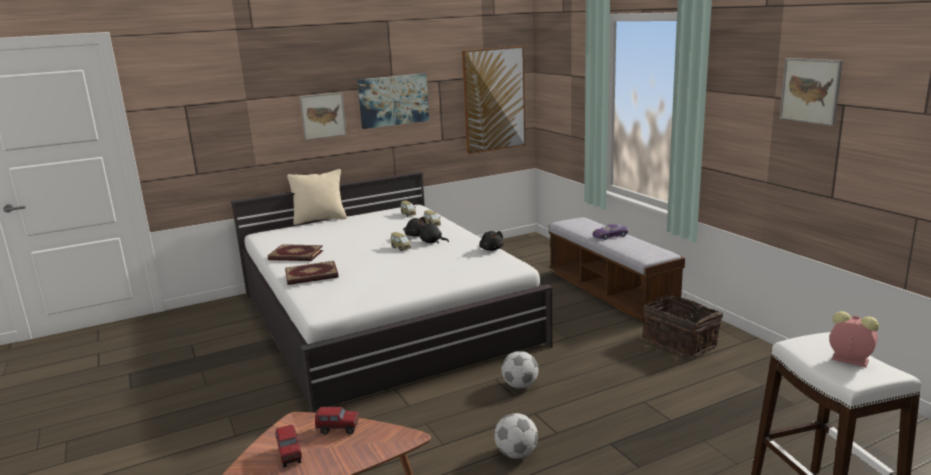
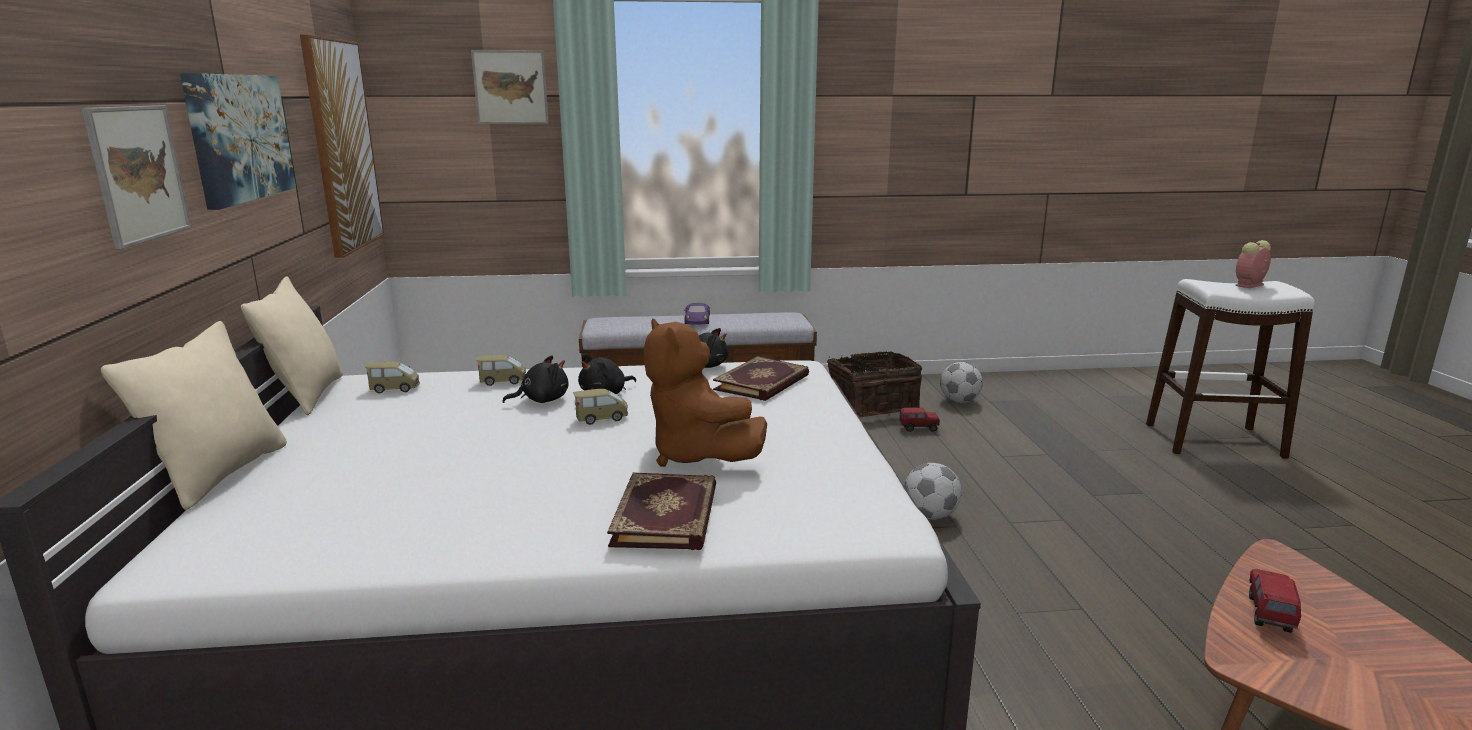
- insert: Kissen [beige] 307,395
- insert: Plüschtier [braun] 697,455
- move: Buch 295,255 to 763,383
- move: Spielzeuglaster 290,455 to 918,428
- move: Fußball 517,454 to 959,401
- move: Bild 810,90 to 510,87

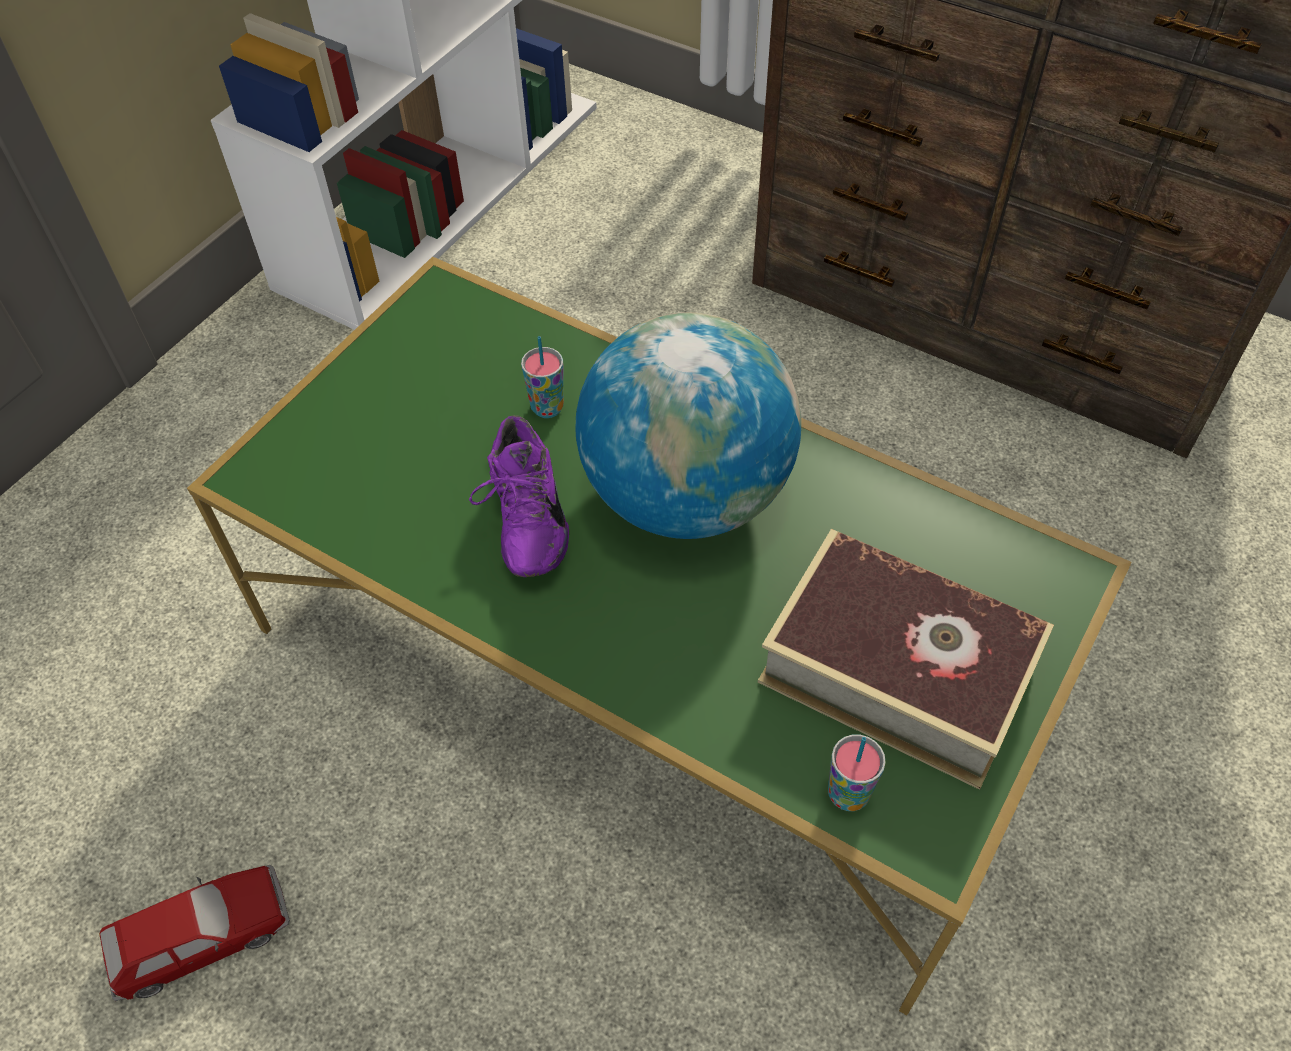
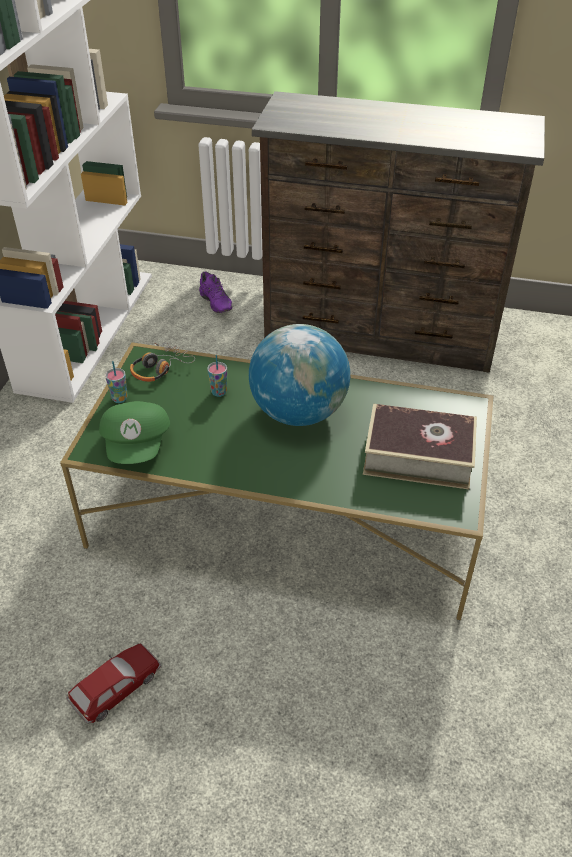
- insert: Kappe [grün] 138,445
- insert: Kopfhörer 159,368
- move: Schuh [lila] 523,521 to 214,304
- move: Tasse 848,794 to 119,398

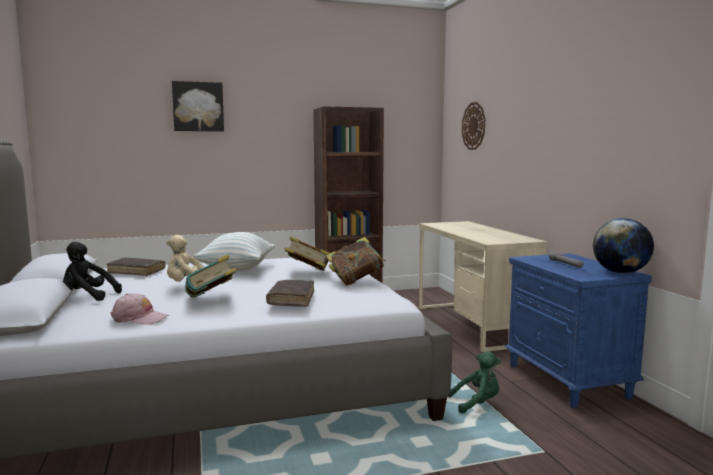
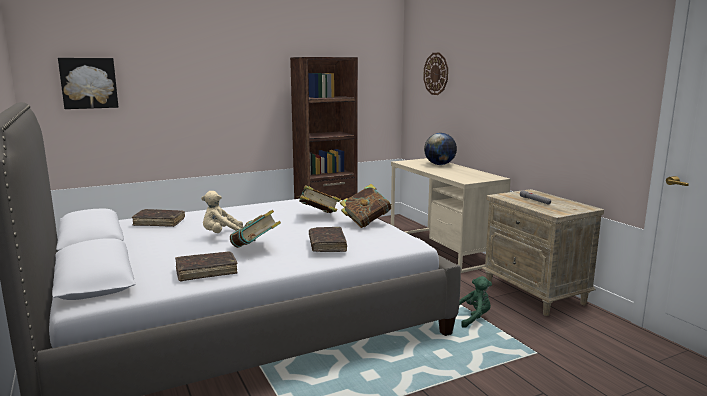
- delete: Plüschtier [schwarz] 87,297
- delete: Kissen 237,269
- move: Bild 198,106 to 89,83
- move: Globus 620,272 to 439,164
- replace: Kappe [rosa] 139,318 to Buch [braun] 206,271
- recolor: Nachttisch [blau] 568,381 to Nachttisch [beige] 535,294

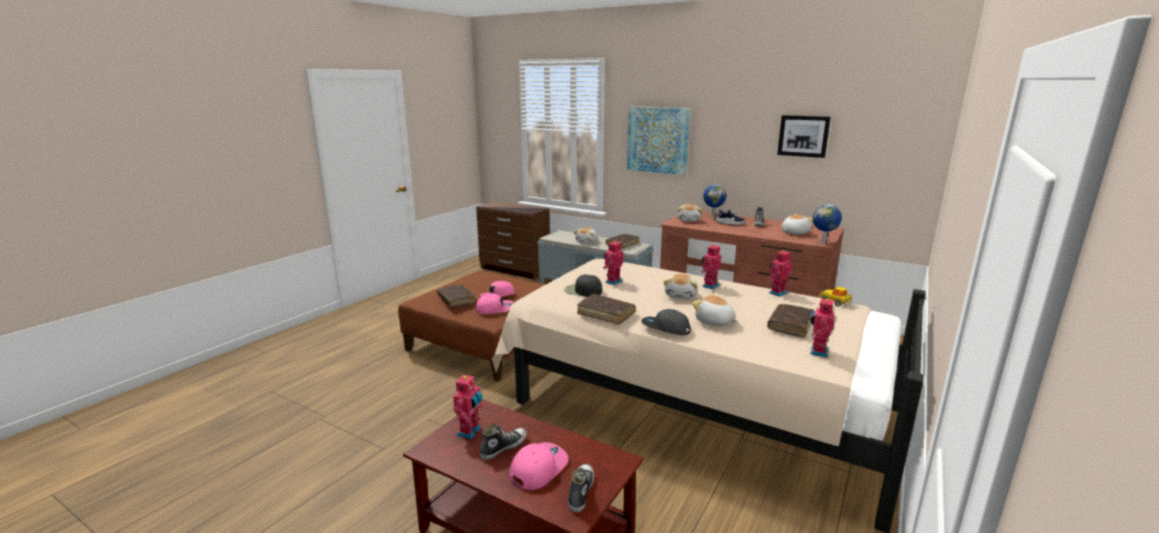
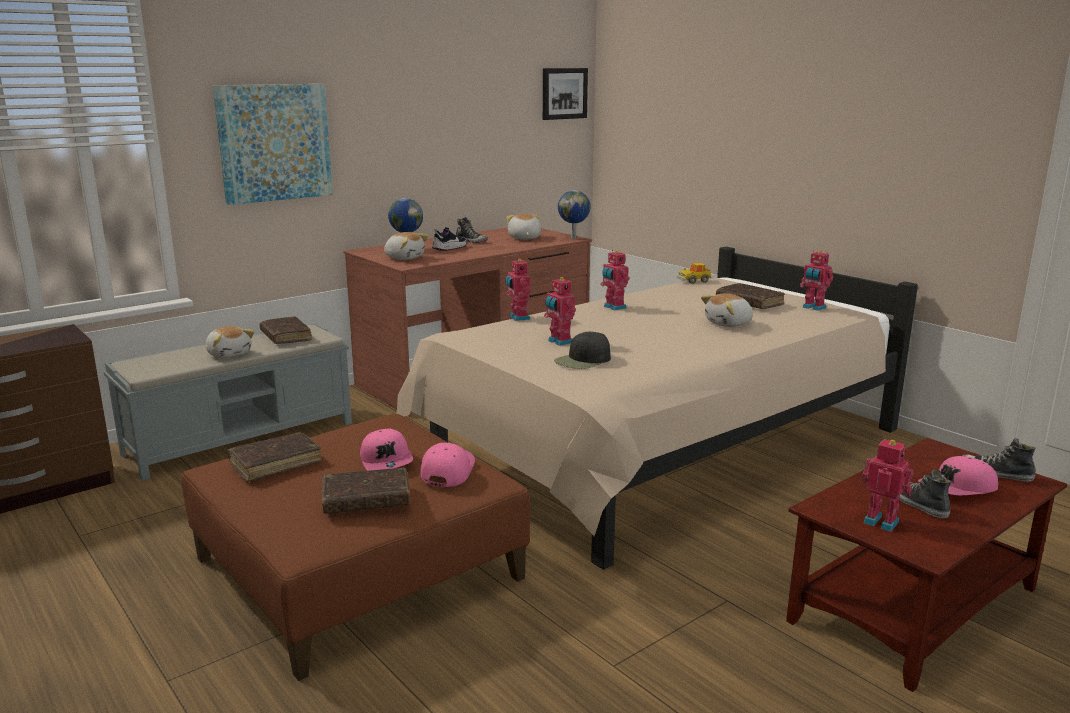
- delete: Kappe [grau] 665,328
- delete: Plüschtier 681,295
- move: Buch [braun] 606,314 to 275,464
- move: Spielzeugroboter 777,293 to 518,318
- move: Bild 803,136 to 564,93
- rotate: Kappe [rosa] 538,468 = 958,489 75 degrees counterclockwise

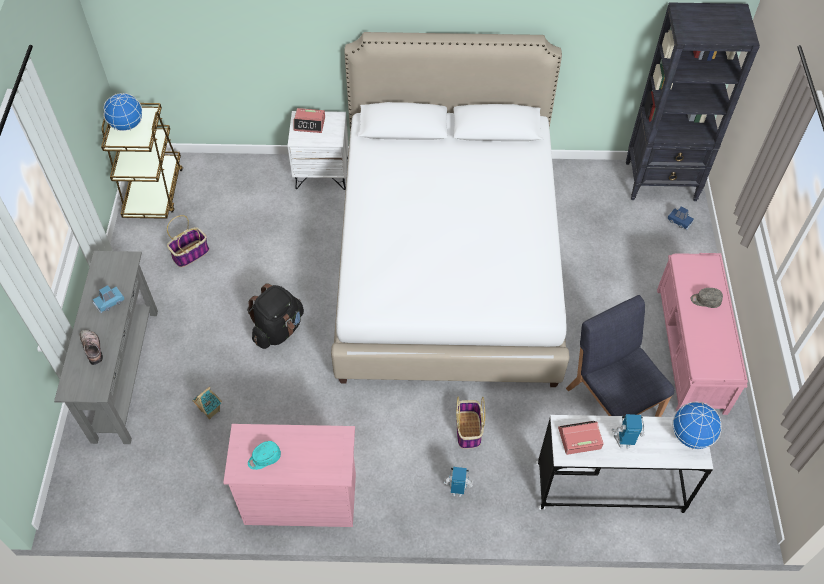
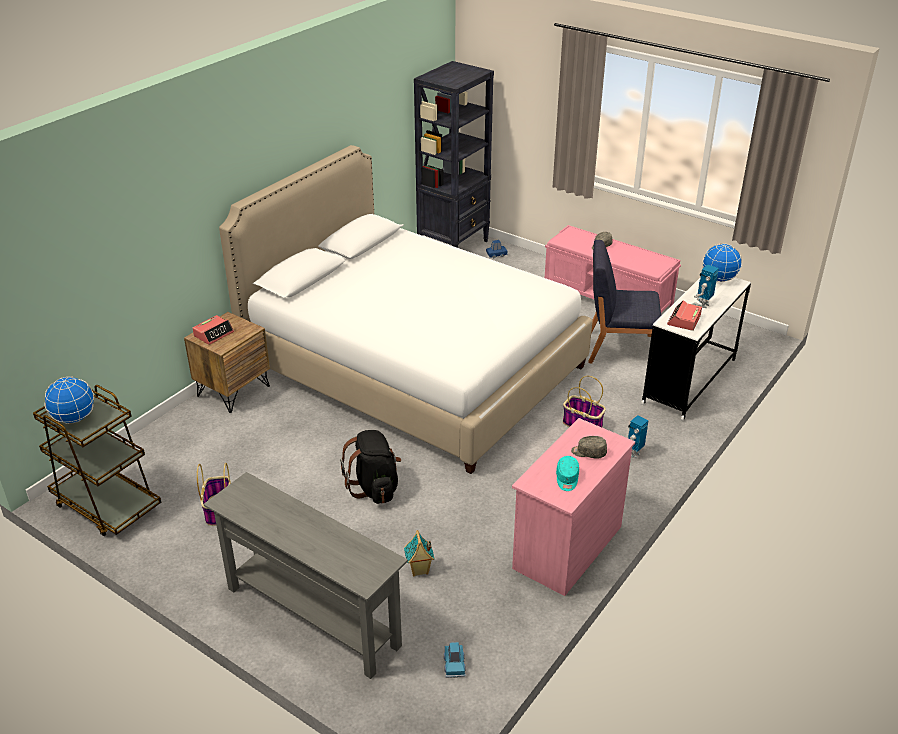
- delete: Schuh 93,348
- insert: Kappe [grau] 588,452
- move: Spielzeugauto [blau] 109,302 to 454,664
- recolor: Nachttisch [weiß] 322,173 to Nachttisch [braun] 233,391

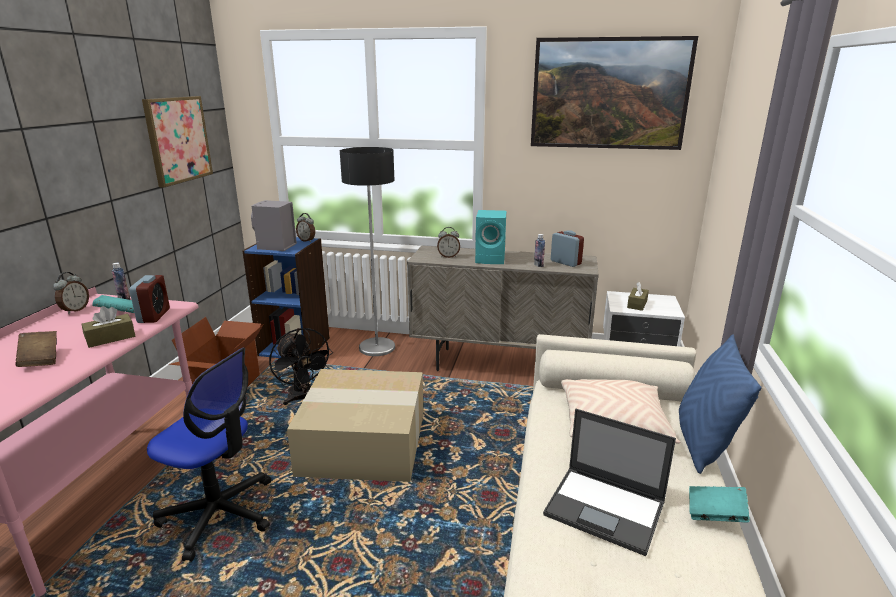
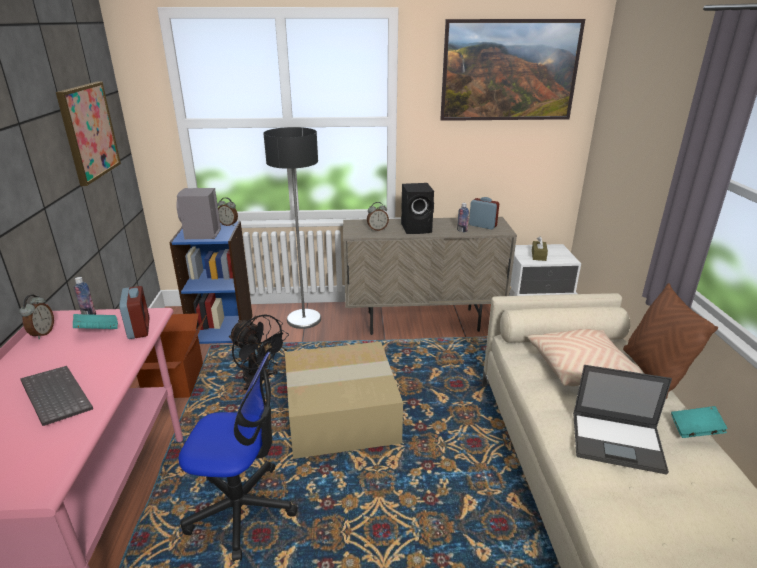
- delete: Taschentuchbox [braun] 110,338
- replace: Buch [braun] 40,359 to Tastatur 54,396
- recolor: Lautsprecher [türkis] 491,259 to Lautsprecher [schwarz] 417,228
- recolor: Kissen [blau] 703,443 to Kissen [braun] 653,373

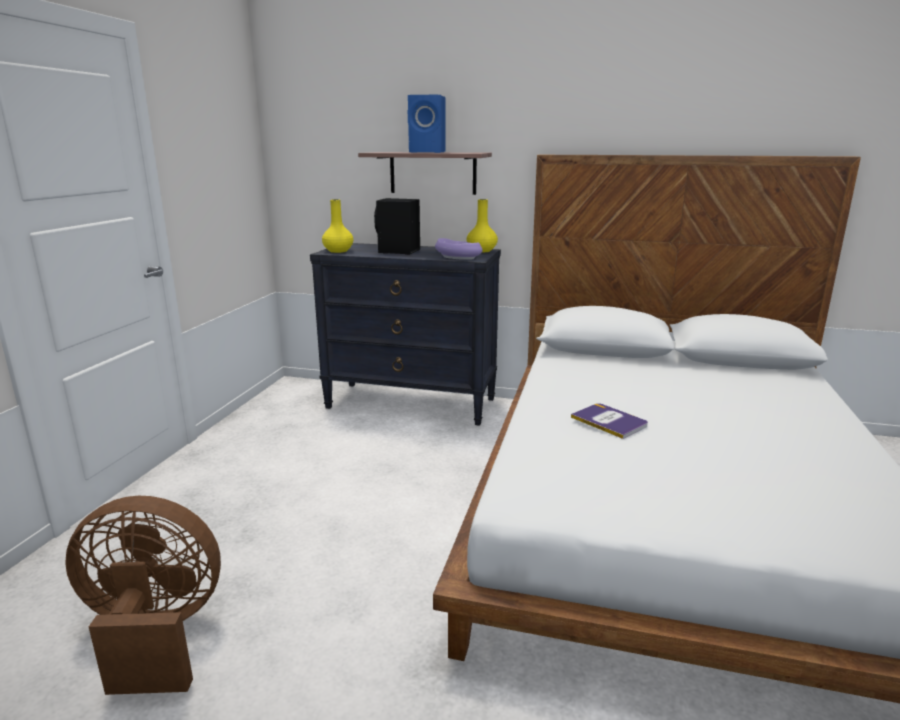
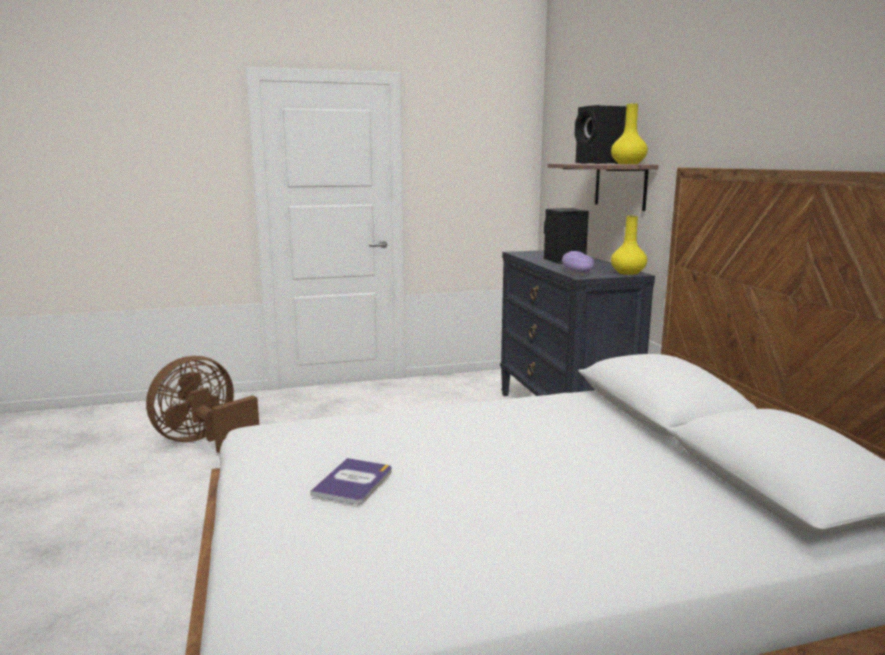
- move: Vase [gelb] 338,251 to 628,164
- move: Buch 609,421 to 353,482
- recolor: Lautsprecher [blau] 429,152 to Lautsprecher [schwarz] 600,163
- rotate: Ventilator [braun] 154,635 = 204,441 105 degrees counterclockwise

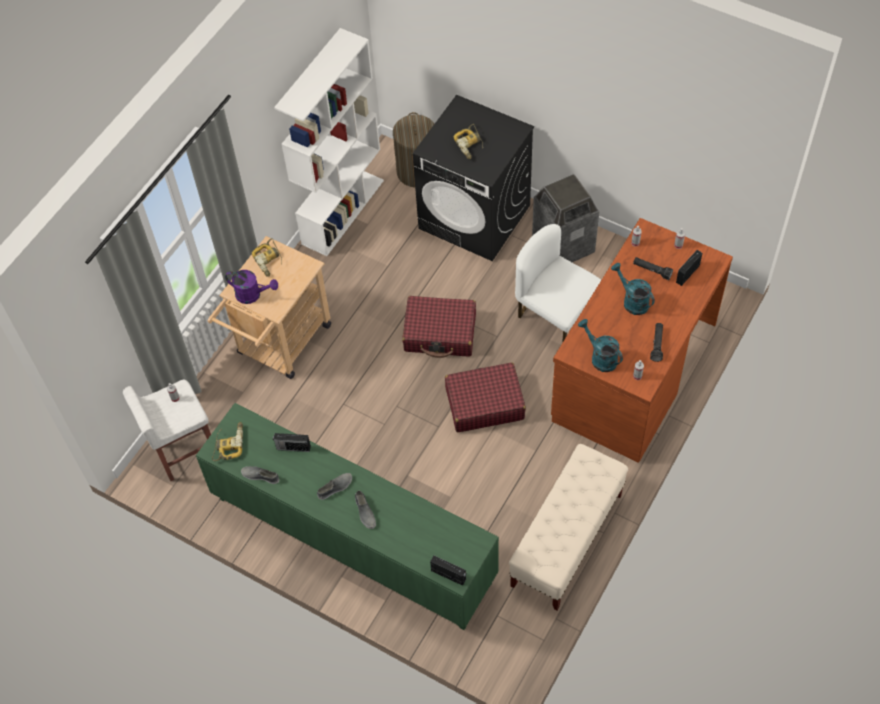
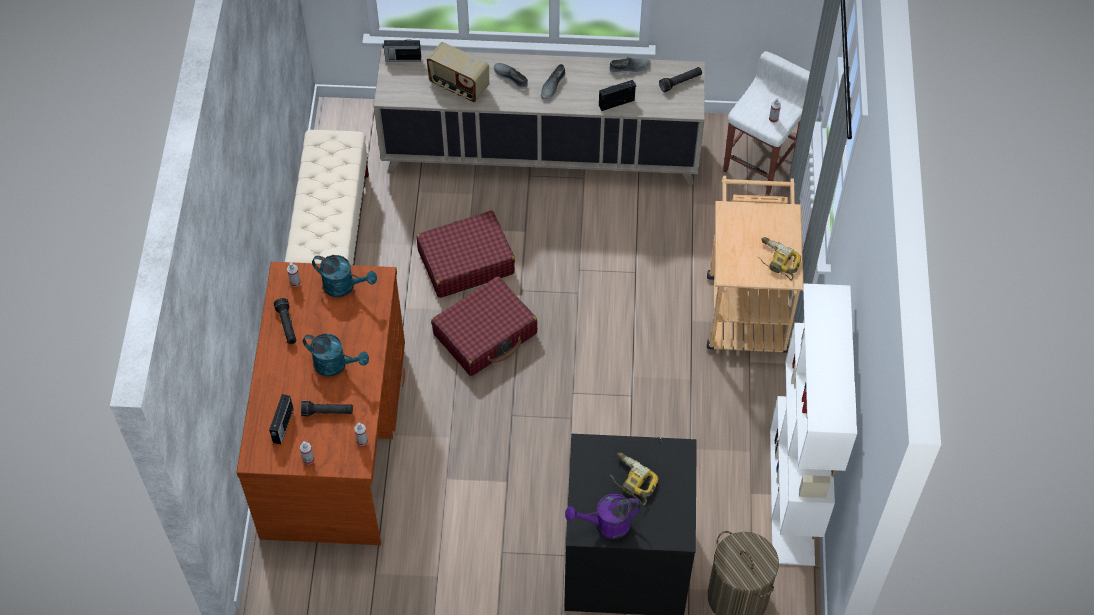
- delete: Stuhl [weiß] 556,318
- delete: Mülleimer 562,245
- insert: Radio 458,86
- move: Gießkanne [lila] 252,295 to 606,525
- move: Koffer [rot] 440,333 to 465,262
- replace: Bohrmaschine 229,443 to Taschenlampe [schwarz] 680,82
- recolor: Schrank [grün] 353,541 to Schrank [beige] 541,153

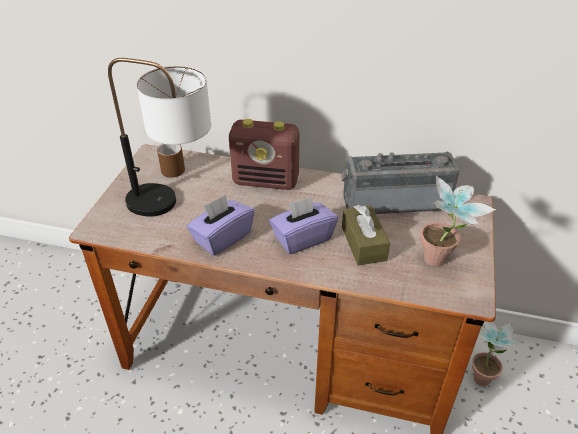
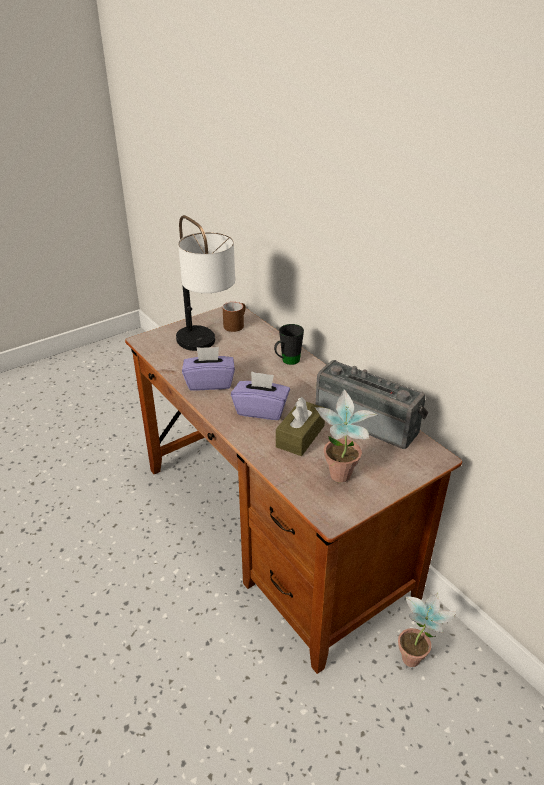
- replace: Radio 266,181 to Henkelbecher [schwarz] 287,362

